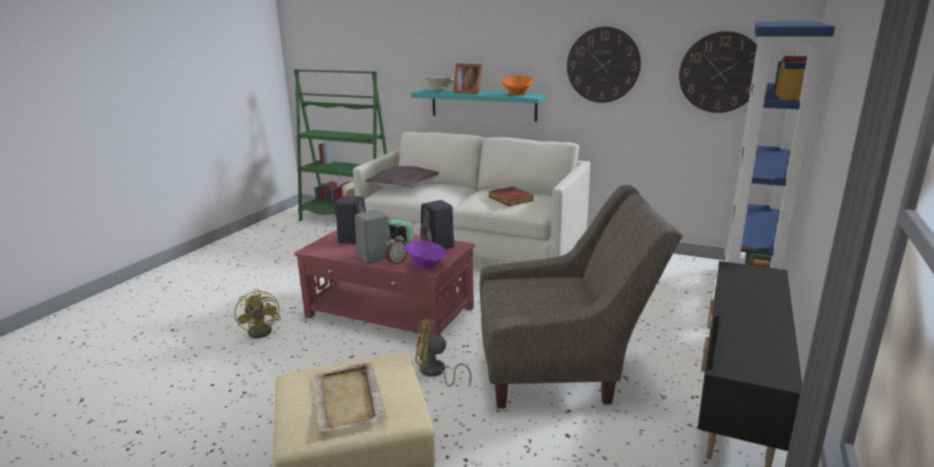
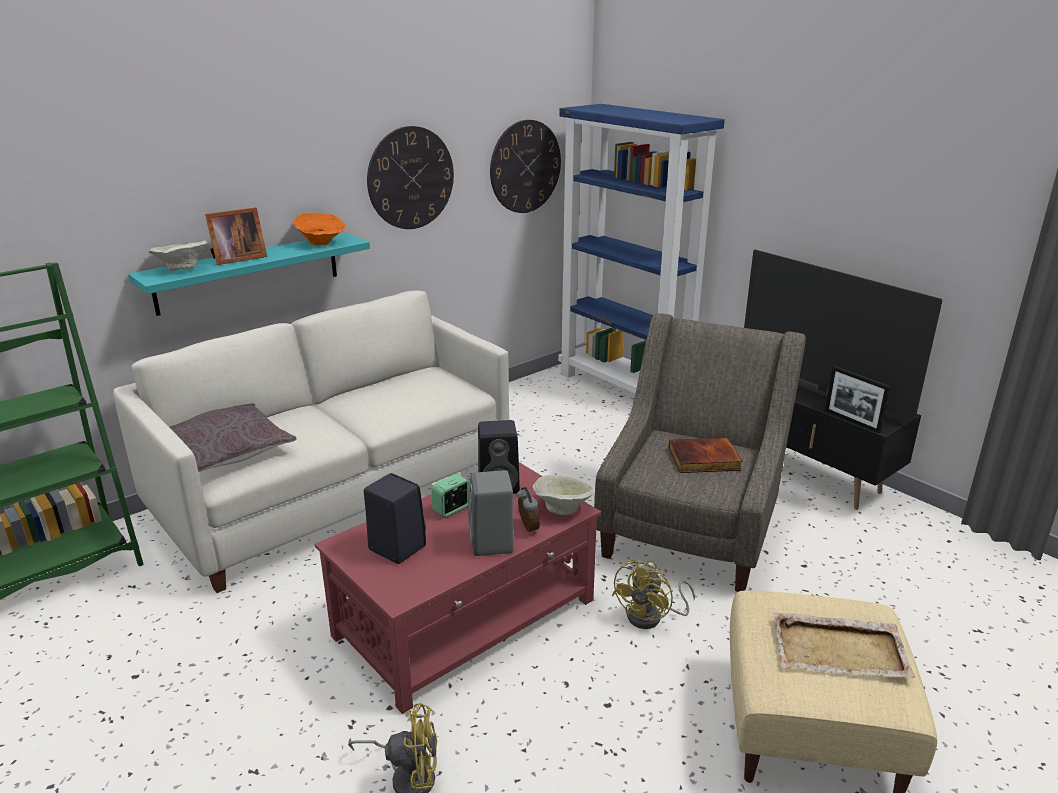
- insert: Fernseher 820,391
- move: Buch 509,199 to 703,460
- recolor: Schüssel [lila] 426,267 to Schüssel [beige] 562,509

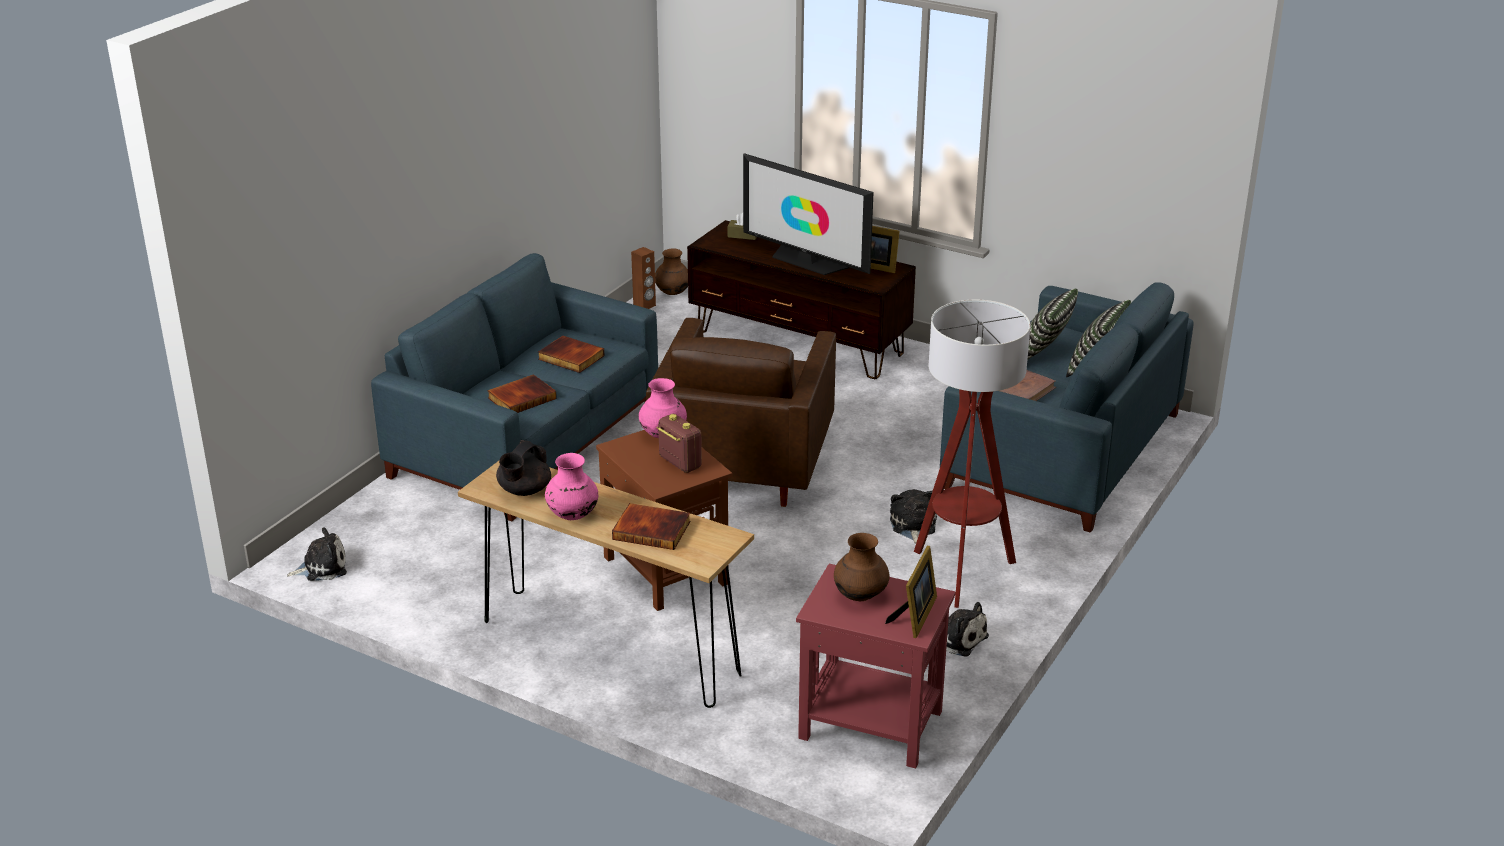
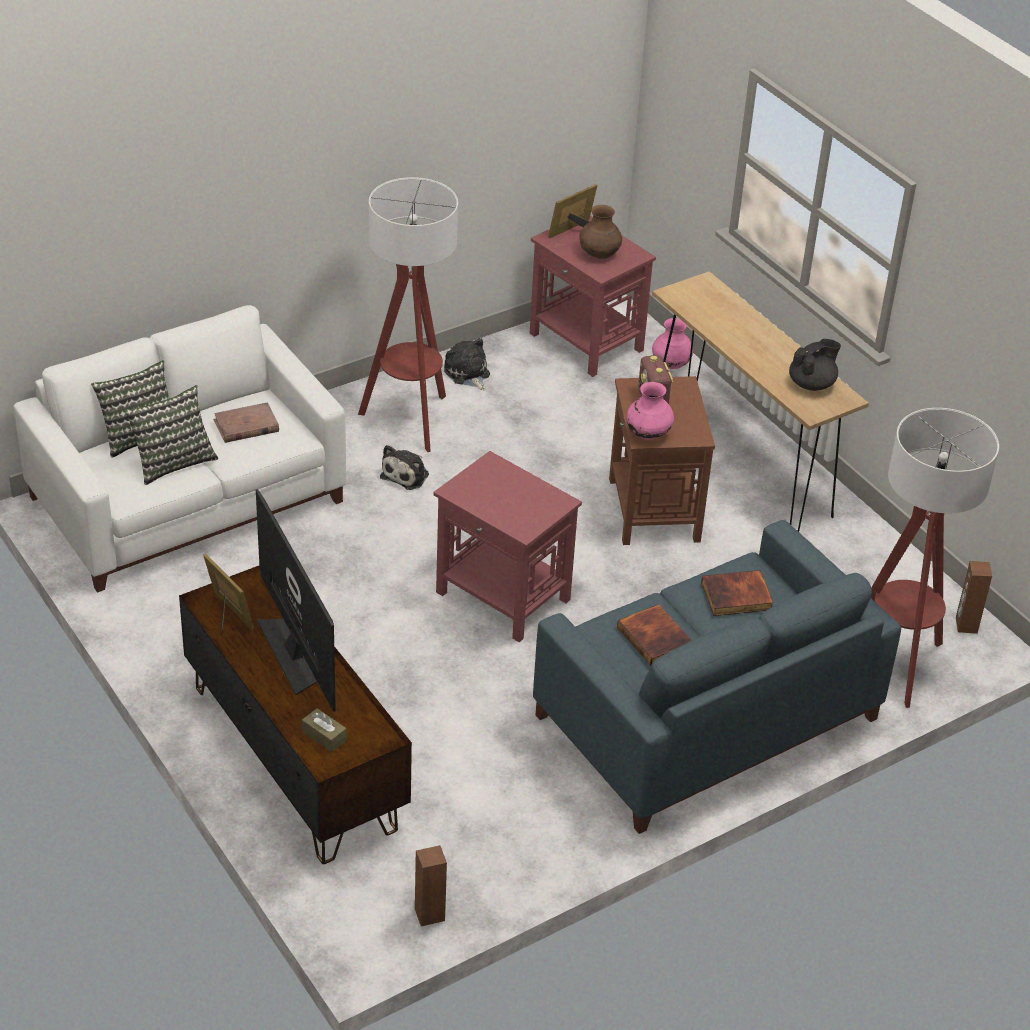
- delete: Buch 652,529
- delete: Vase [braun] 672,292
- insert: Stehlampe 896,664
- move: Vase [rosa] 572,515 to 671,365
- replace: Plüschtier 322,567 to Lautsprecher [braun] 966,625
- replace: Sessel [braun] 743,465 to Beistelltisch [rot] 502,596
- recolor: Sofa [blau] 1061,450 to Sofa [weiß] 188,500

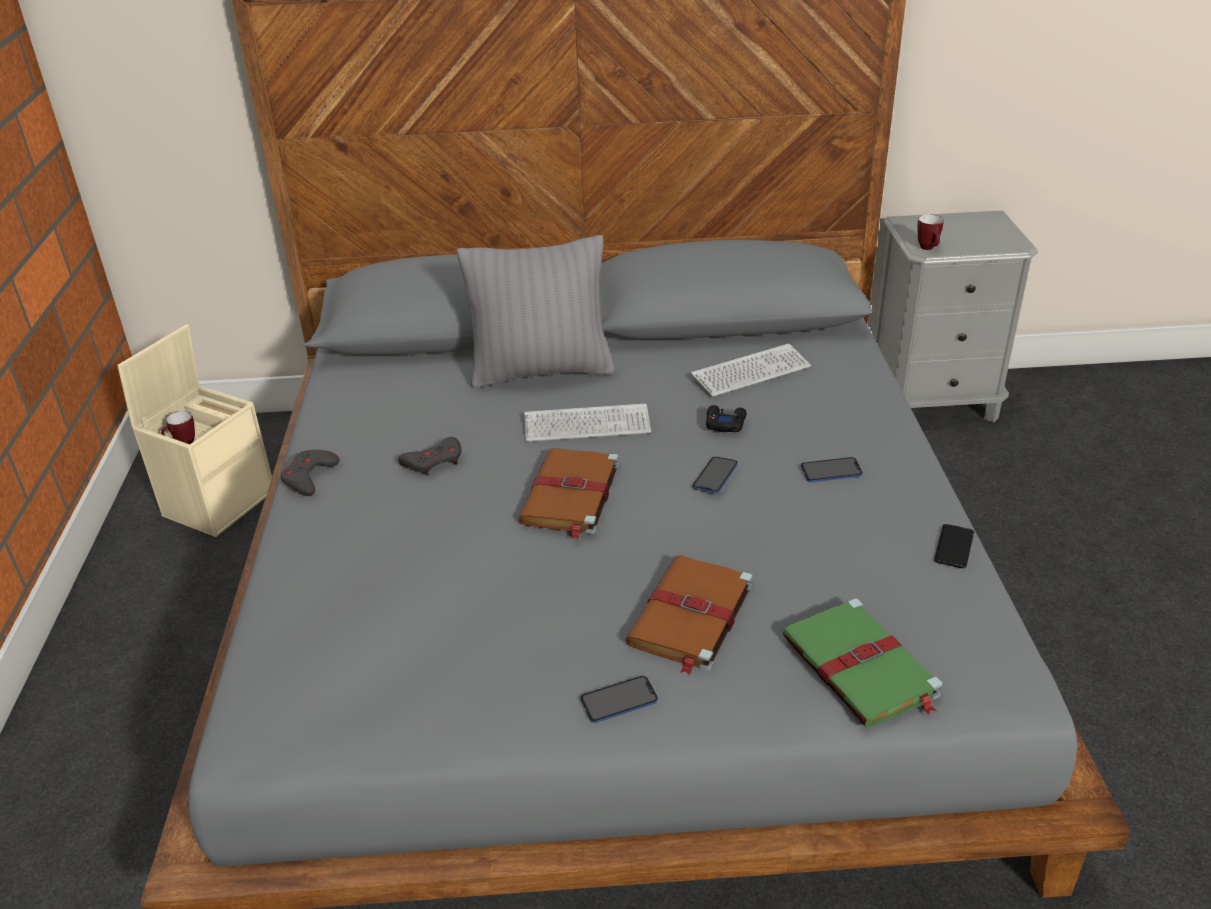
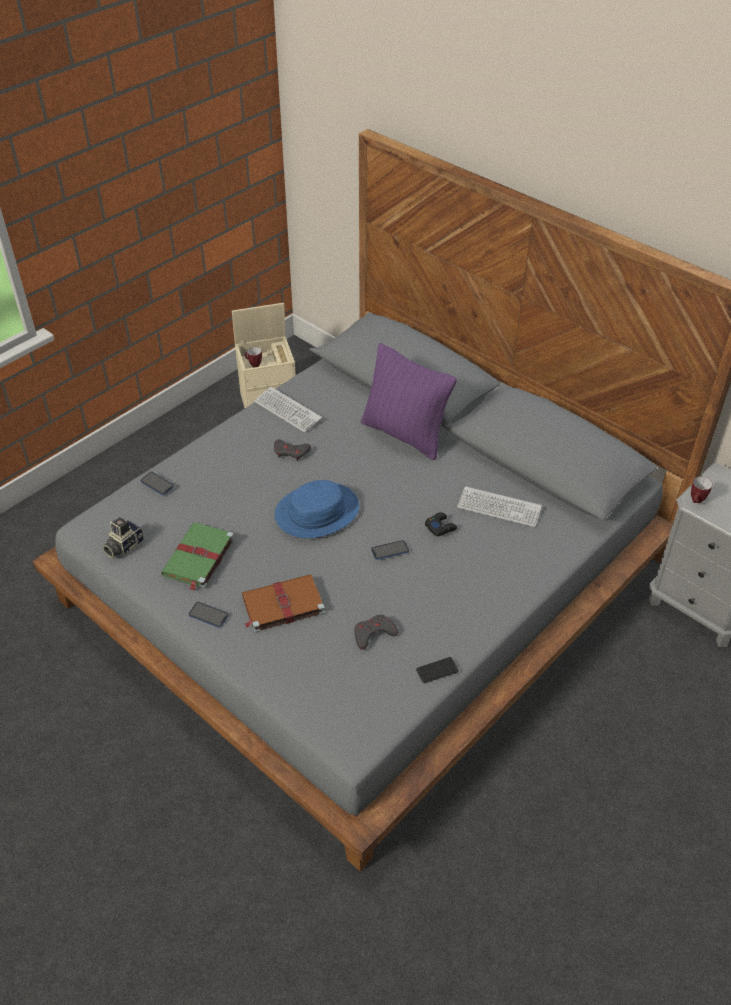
- insert: Kamera 123,546
- move: Gamepad [grau] 309,477 to 373,634
- move: Tastatur 587,425 to 287,410
- move: Buch [grün] 861,668 to 198,558
- move: Handy 831,471 to 157,484
- replace: Buch [braun] 570,495 to Hut [blau] 317,512
- recolor: Kissen [grau] 541,371 to Kissen [lila] 404,434

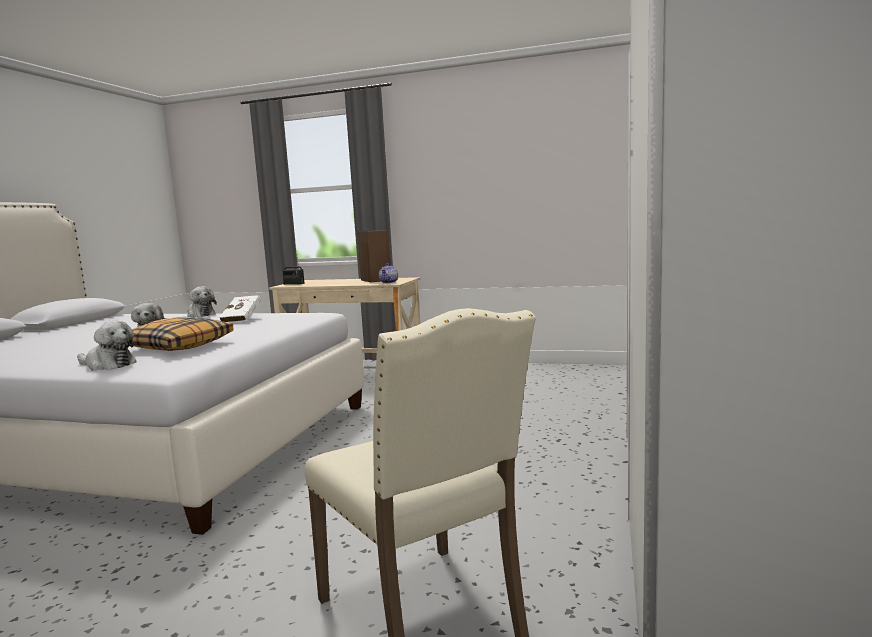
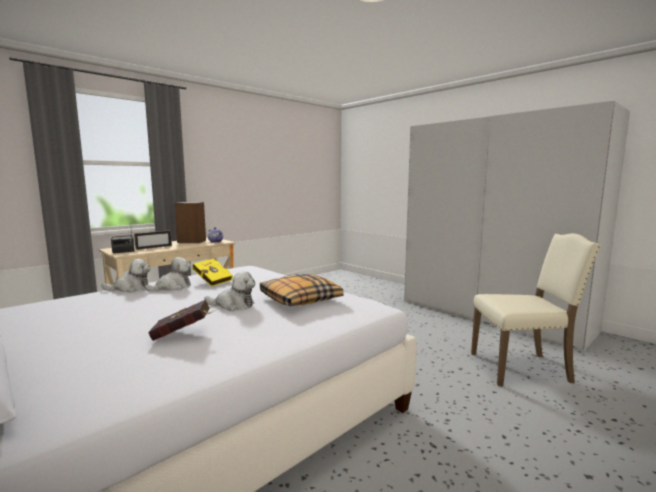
- insert: Bilderrahmen 154,247
- insert: Buch [rot] 184,334
- move: Plüschtier 108,365 to 172,287
- recolor: Buch [weiß] 243,319 to Buch [gelb] 212,281

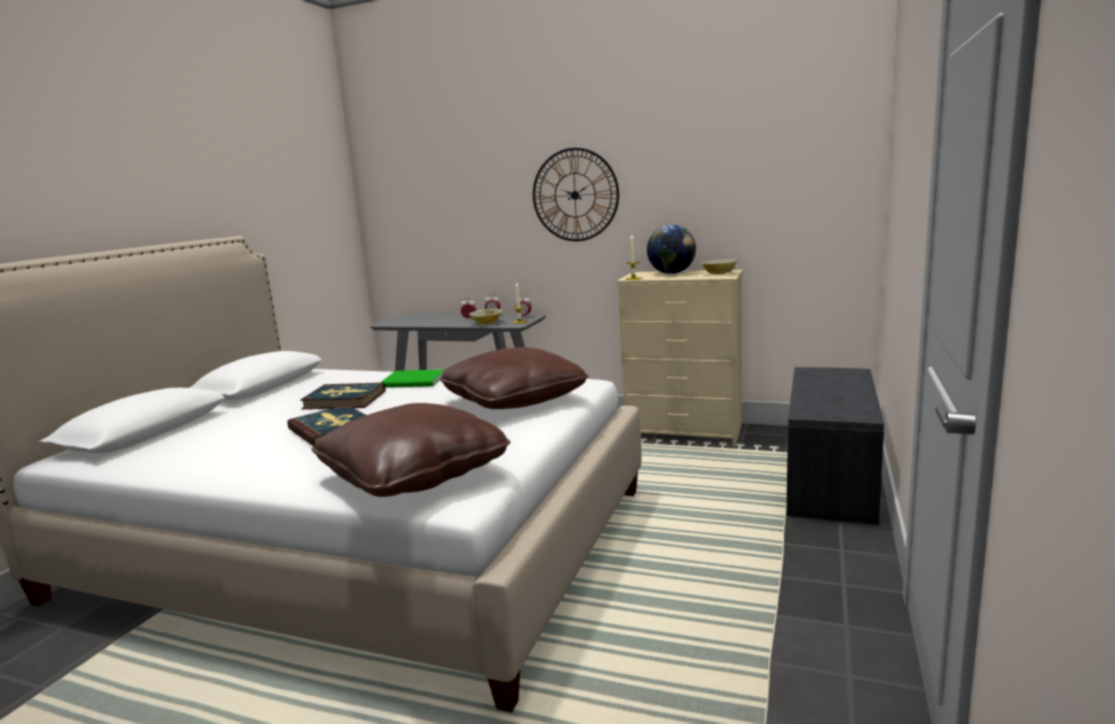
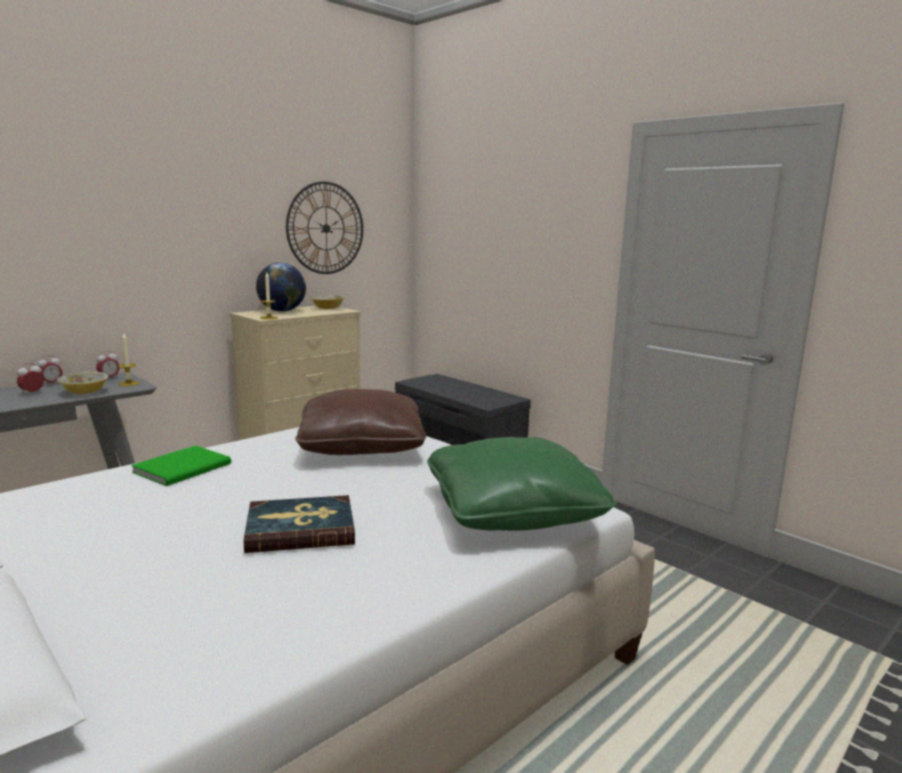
- delete: Buch 344,400
- move: Wanduhr 575,195 to 326,228
- recolor: Kissen [braun] 414,475 to Kissen [grün] 513,511

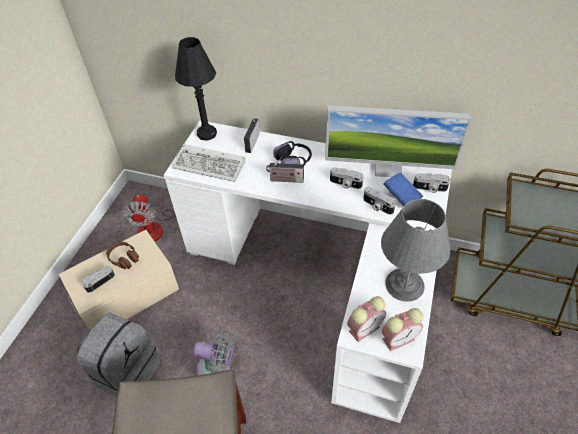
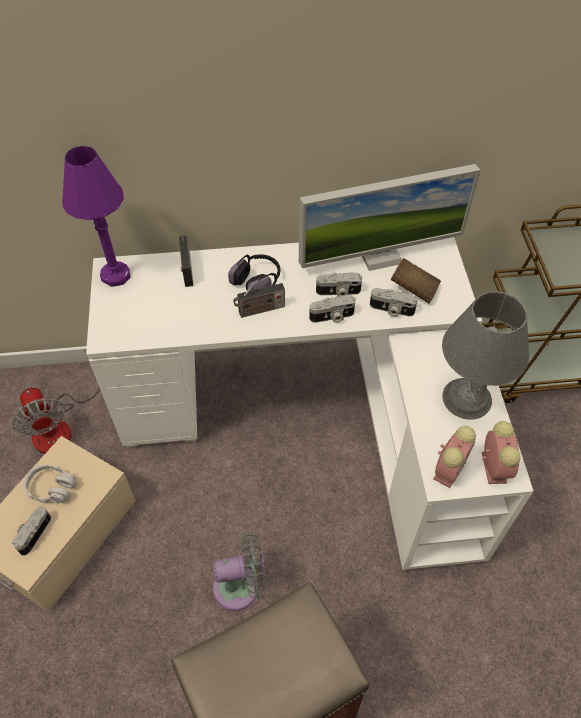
- delete: Rucksack [grau] 127,371
- delete: Tastatur 211,165
- move: Kamera 430,188 to 332,317
- recolor: Kopfhörer [braun] 124,258 to Kopfhörer [grau] 52,488
- recolor: Tischlampe [schwarz] 206,134 to Tischlampe [lila] 115,275
- recolor: Buch [blau] 401,197 to Buch [braun] 413,289
- rotate: Wecker 399,338 = 493,466 45 degrees counterclockwise

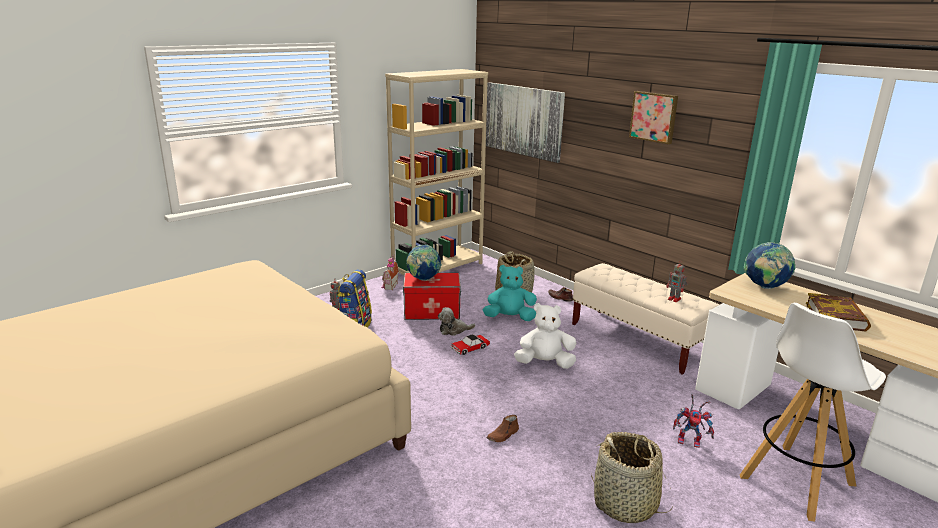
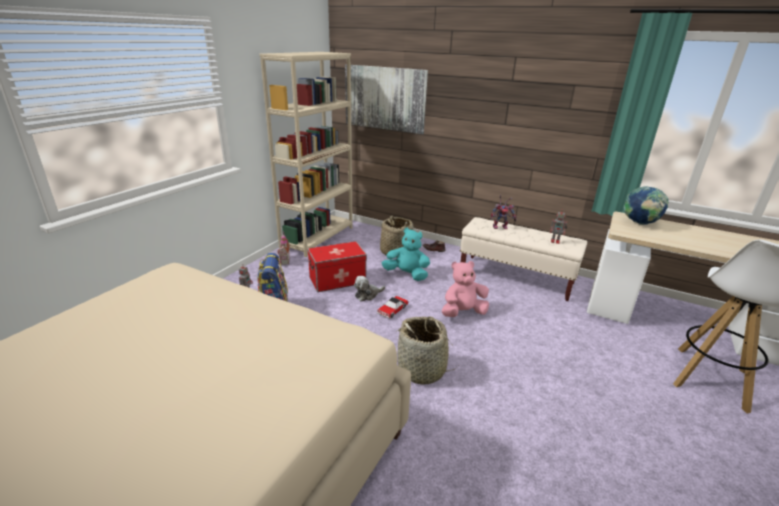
- delete: Globus 423,279
- delete: Schuh [braun] 503,435
- delete: Bild 654,116
- delete: Buch 836,317
- move: Korb 625,504 to 422,370
- move: Spielzeugroboter 691,441 to 501,227
- recolor: Plüschtier [weiß] 545,363 to Plüschtier [rosa] 463,312
- rotate: Plüschtier [türkis] 509,318 = 407,274 45 degrees clockwise

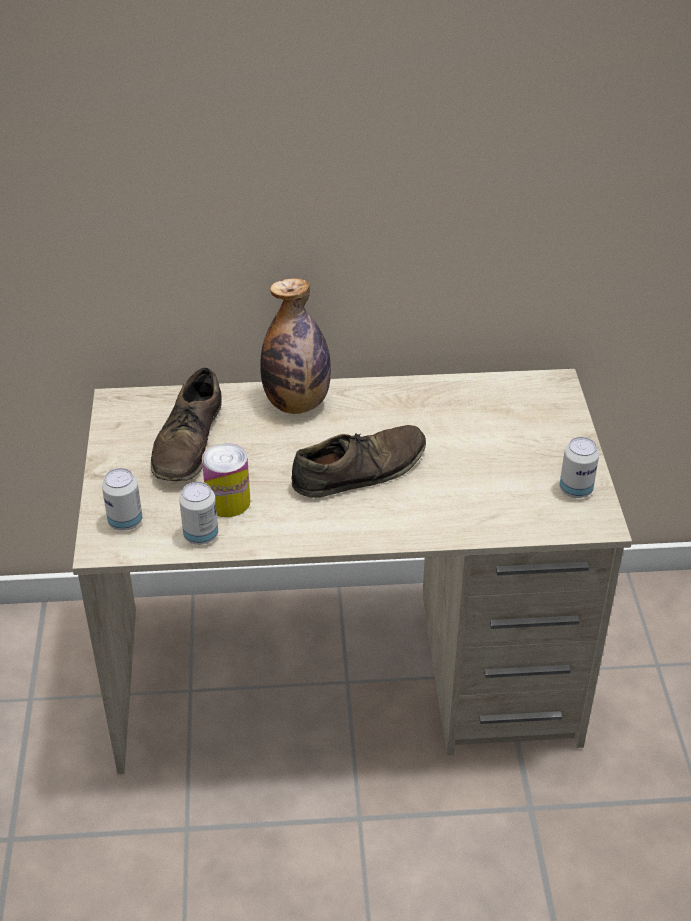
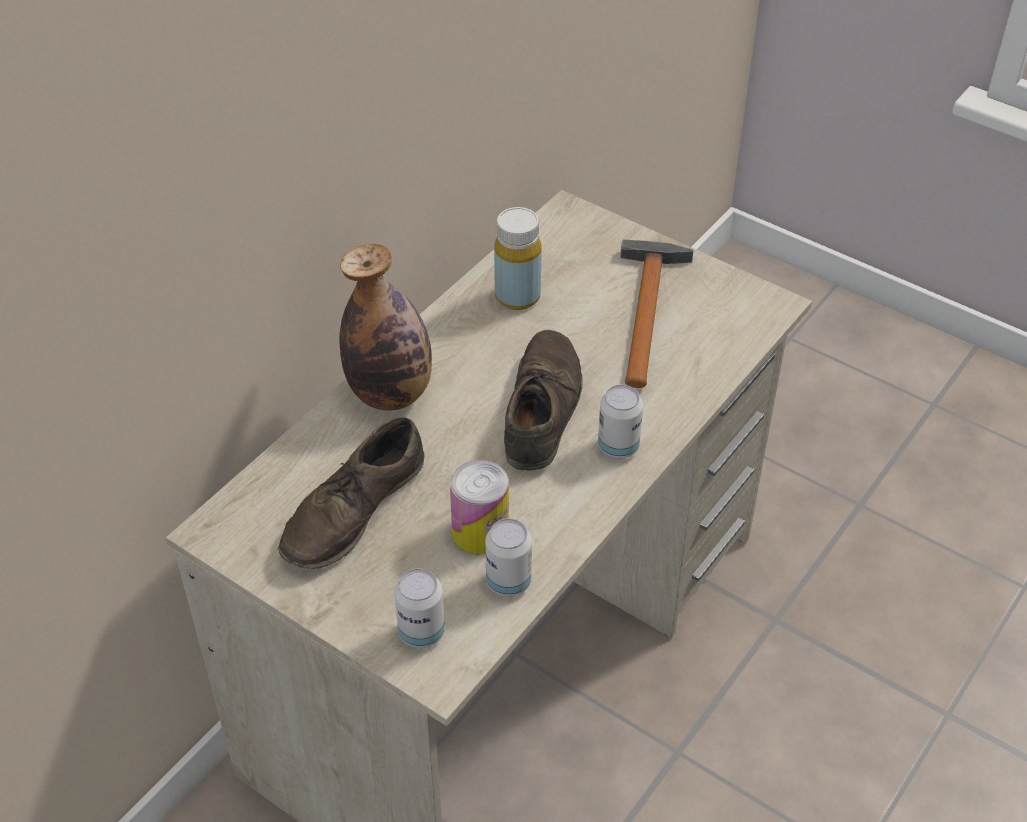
- insert: Flasche [gelb] 517,296
- insert: Hammer 648,310
- move: Dose 575,490 to 618,447
- rotate: Schuh [braun] 188,442 = 353,510 75 degrees clockwise

